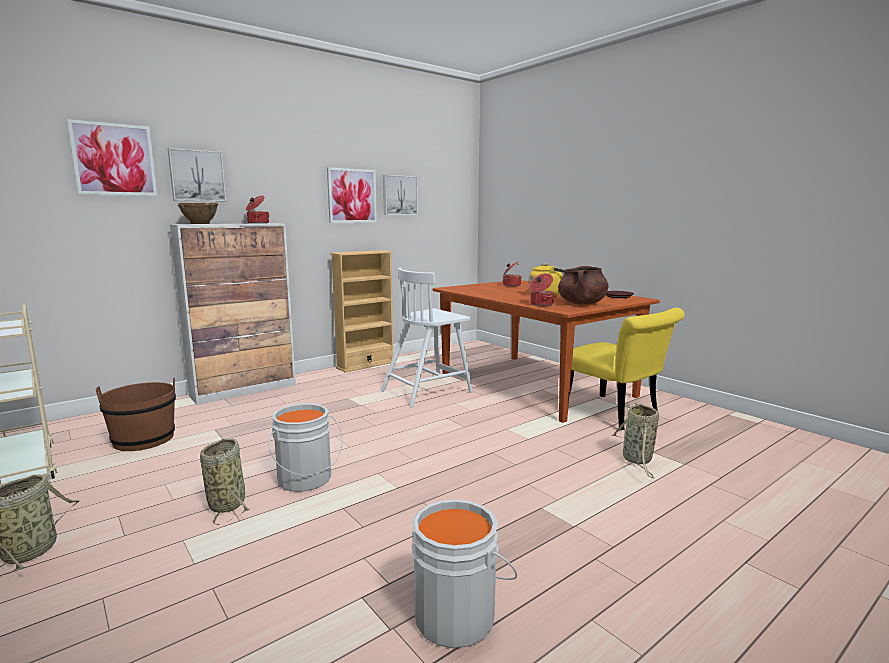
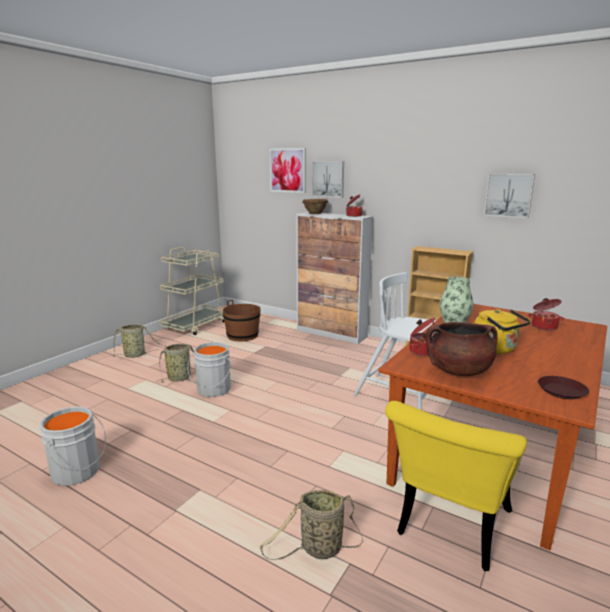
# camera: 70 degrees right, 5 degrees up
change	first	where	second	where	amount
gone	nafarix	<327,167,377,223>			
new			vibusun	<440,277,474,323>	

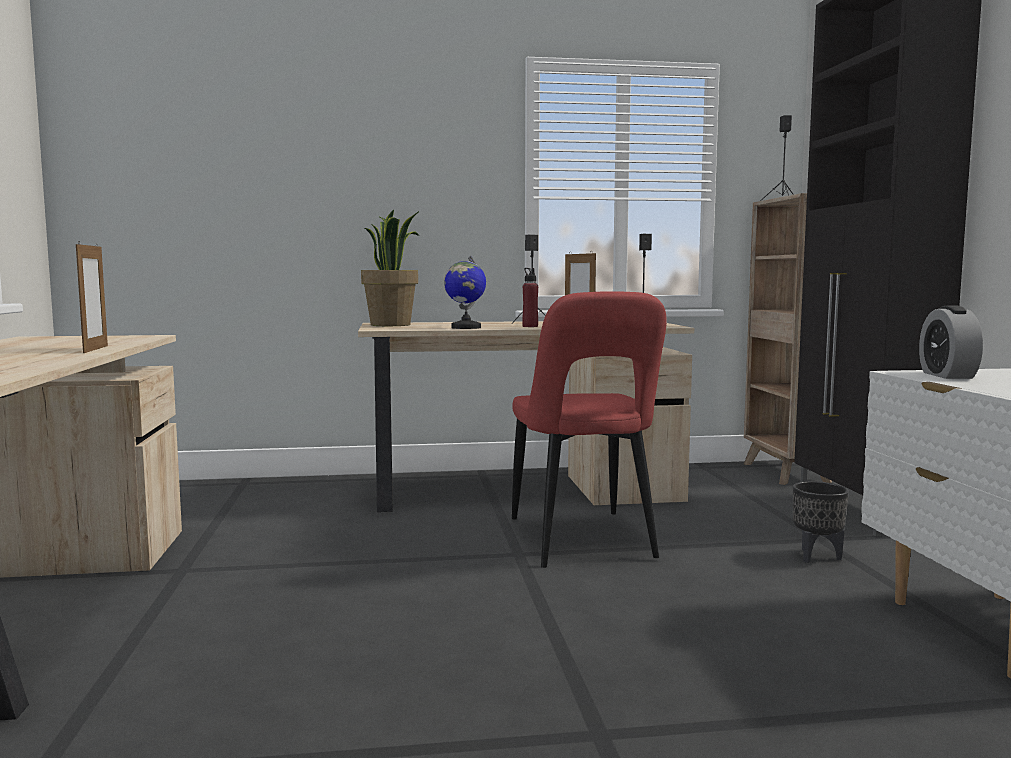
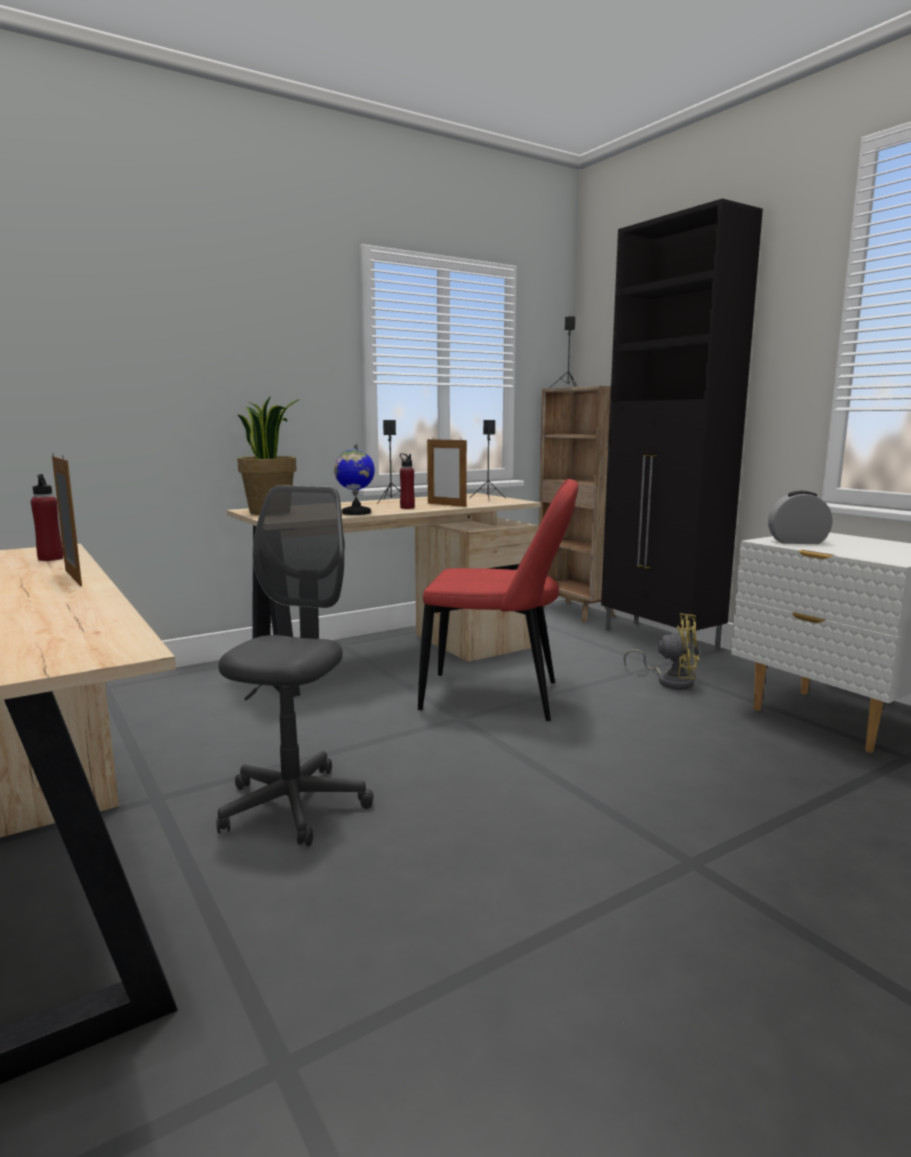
# camera: 25 degrees left, 5 degrees up
change	first	where	second	where	amount
rotated	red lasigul	<512,291,667,568>		<418,479,578,721>	45 degrees counterclockwise
rotated	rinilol	<919,306,983,379>		<768,491,833,544>	120 degrees clockwise
swapped	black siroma	<793,481,849,563>	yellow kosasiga	<623,613,699,690>	
new			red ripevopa	<31,474,64,561>	
new			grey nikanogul	<216,485,374,846>	

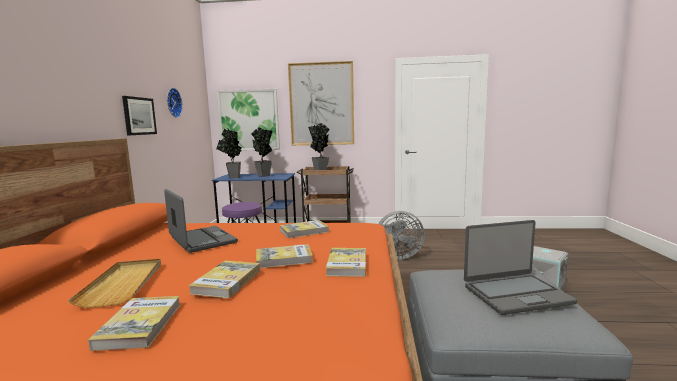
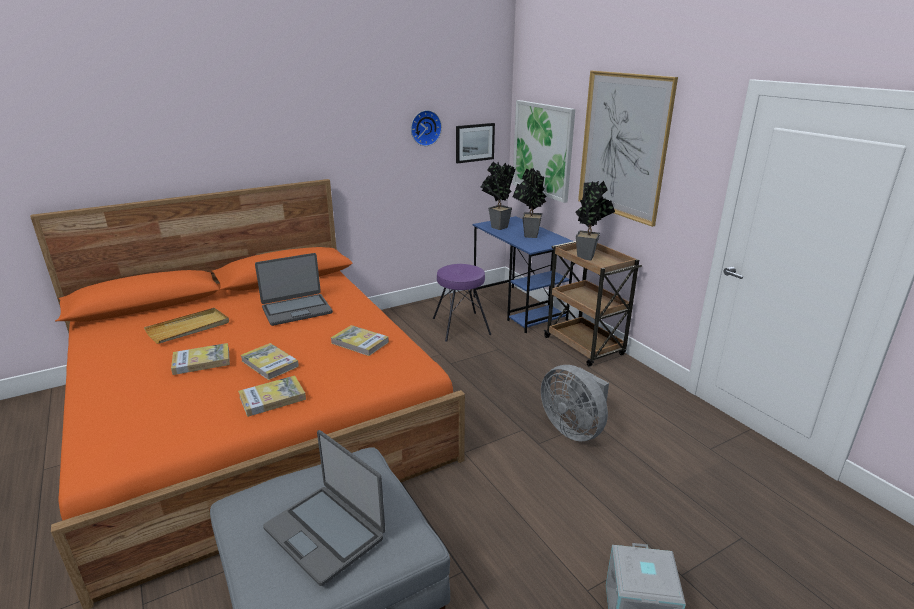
# camera: 55 degrees right, 15 degrees up
change	first	where	second	where	amount
shifted	nafarix	<122,96,157,136>		<456,123,495,164>	
rotated	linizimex	<164,189,238,253>		<255,253,333,326>	45 degrees clockwise
gone	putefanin	<88,296,180,351>			

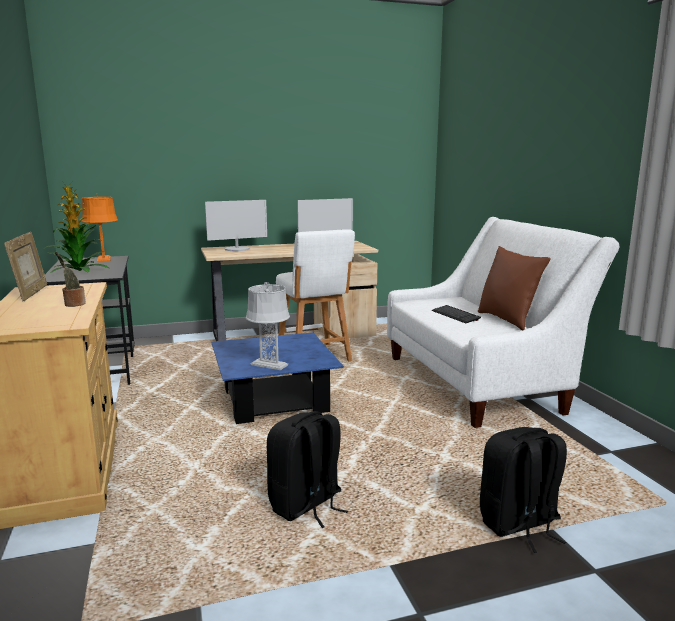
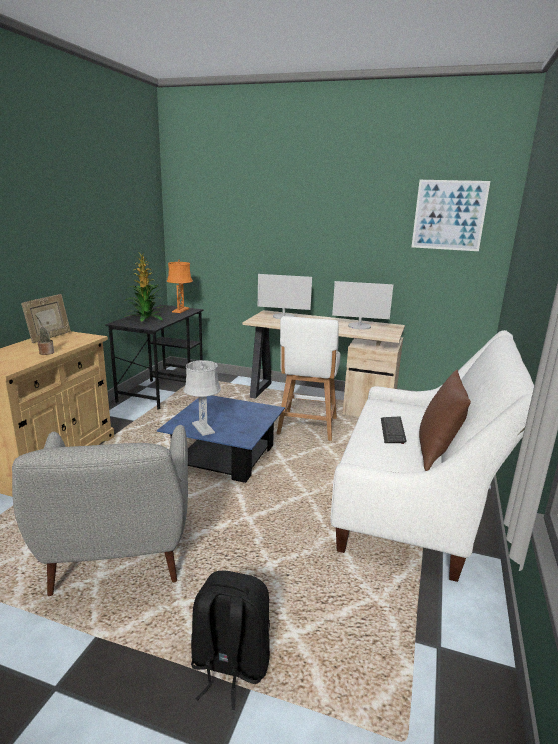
# camera: 35 degrees right, 5 degrees up
change	first	where	second	where	amount
swapped	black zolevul	<267,411,348,528>	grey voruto	<12,425,188,596>	
new			nafarix	<412,180,490,251>	

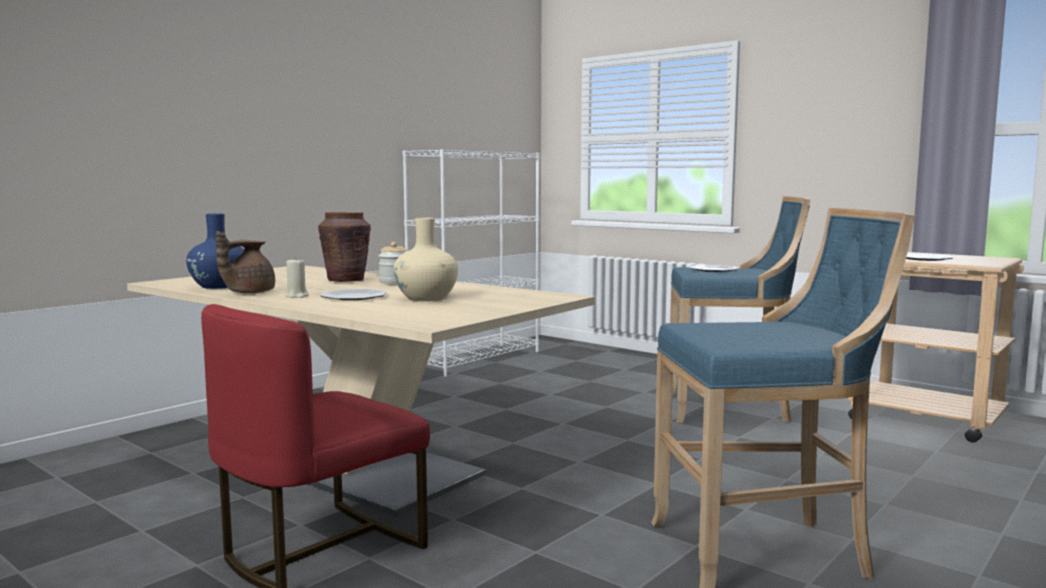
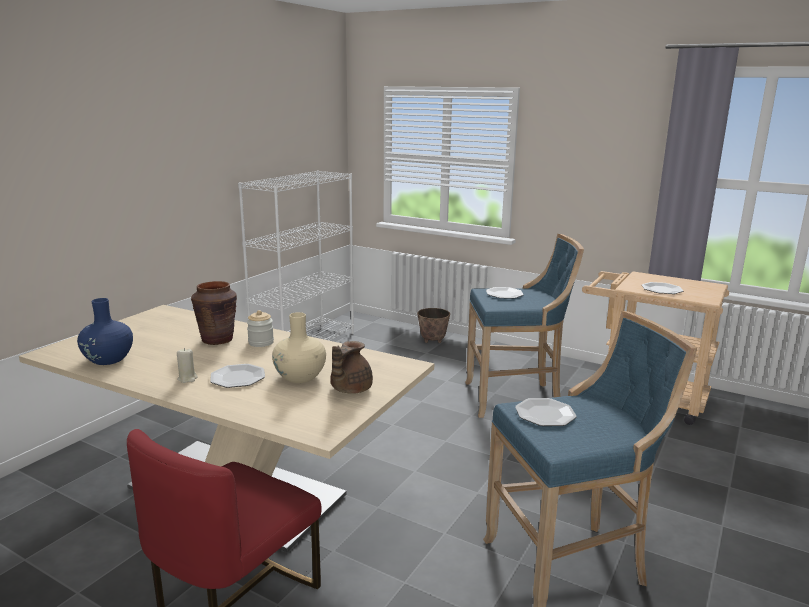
# camera: 10 degrees left, 10 degrees up
change	first	where	second	where	amount
shifted	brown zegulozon	<216,231,275,293>		<330,341,373,394>	
new			siroma	<417,308,450,343>	
new			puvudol	<515,398,577,426>	

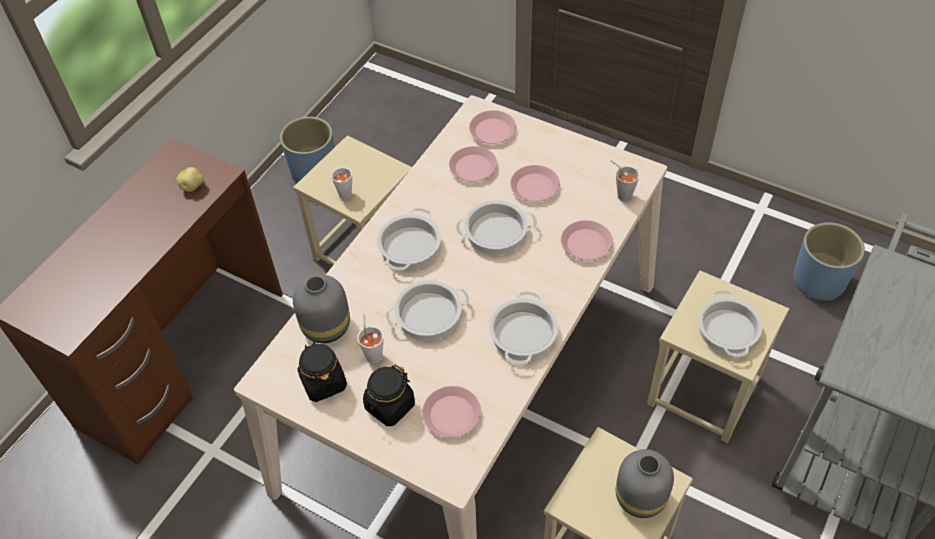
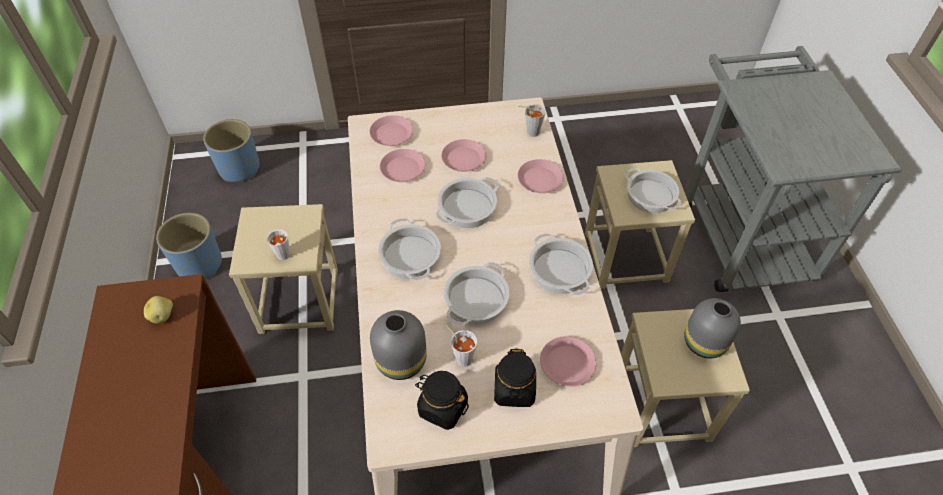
# camera: 40 degrees left, 0 degrees up
change	first	where	second	where	amount
shifted	blue siroma	<793,222,865,301>		<203,119,260,182>	

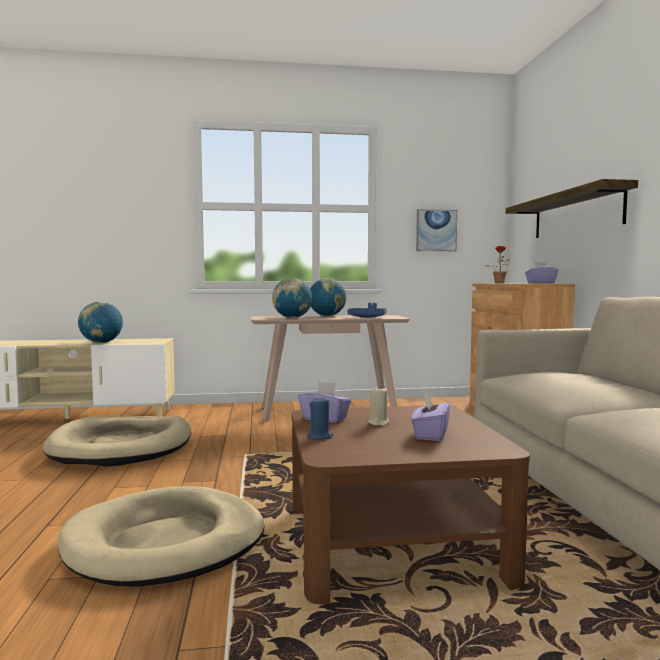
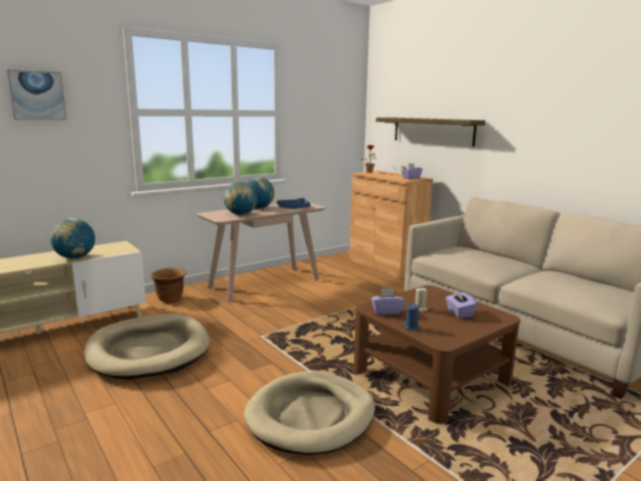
# camera: 30 degrees left, 10 degrees up
change	first	where	second	where	amount
shifted	nafarix	<416,209,457,251>		<7,70,67,120>	
new			brown siroma	<151,268,187,303>	

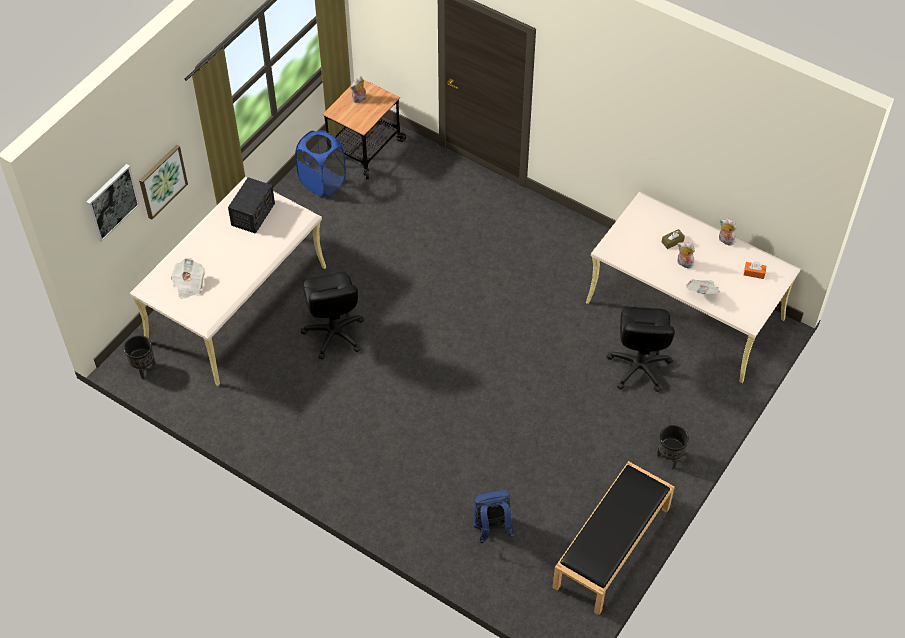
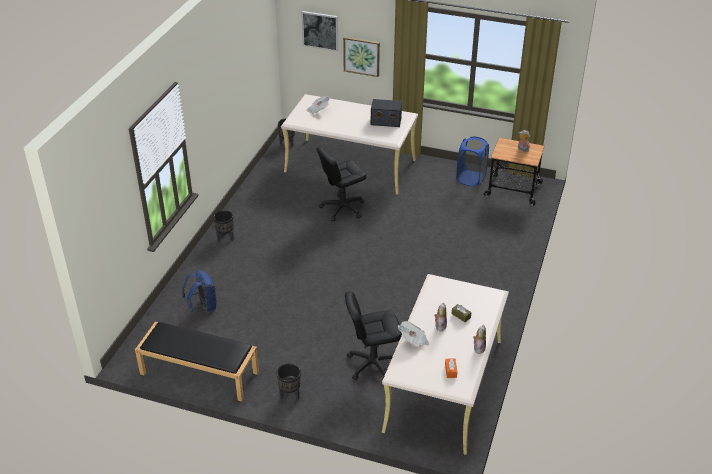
# camera: 75 degrees right, 15 degrees down
change	first	where	second	where	amount
new			black siroma	<213,210,234,242>	

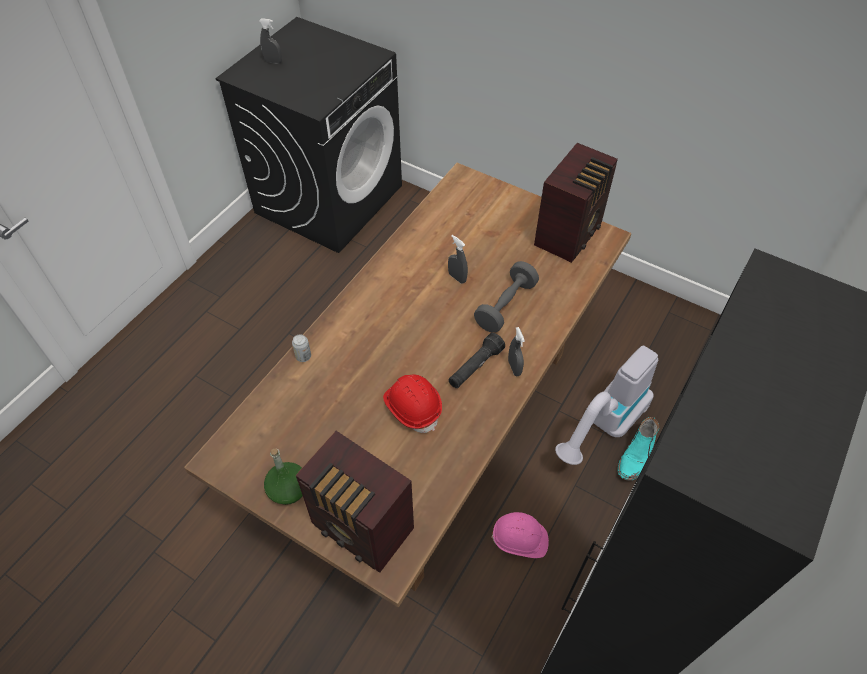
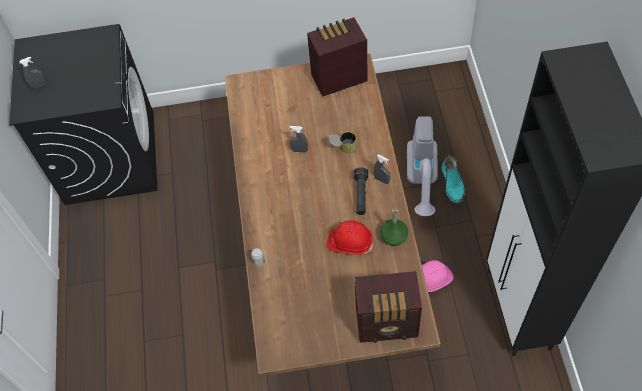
# camera: 35 degrees left, 5 degrees up
change	first	where	second	where	amount
rotated	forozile	<534,143,618,263>		<307,17,368,97>	105 degrees counterclockwise
swapped	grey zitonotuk	<474,261,539,333>	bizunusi	<328,131,357,153>	
shifted	green ripevopa	<264,448,303,505>		<380,208,408,246>	

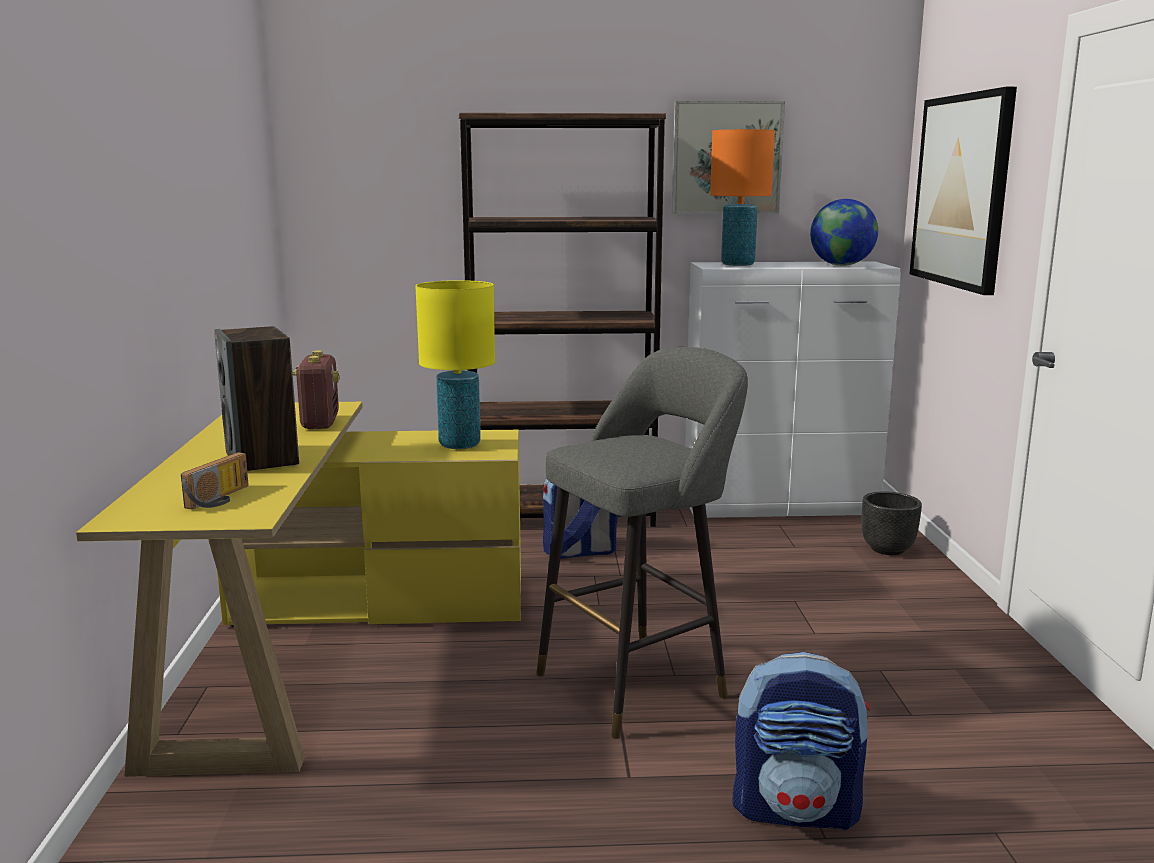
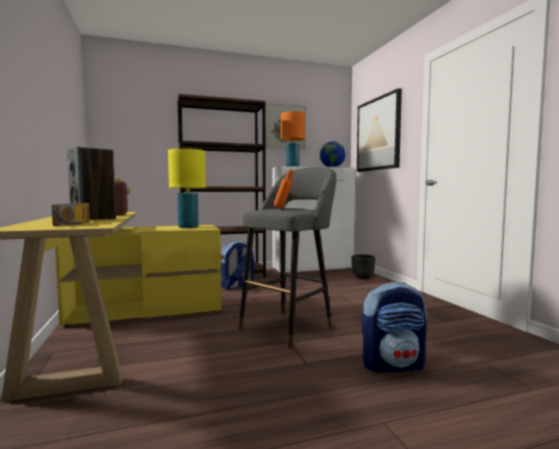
# camera: 15 degrees left, 10 degrees down
change	first	where	second	where	amount
new			orange ripevopa	<274,169,293,209>	

